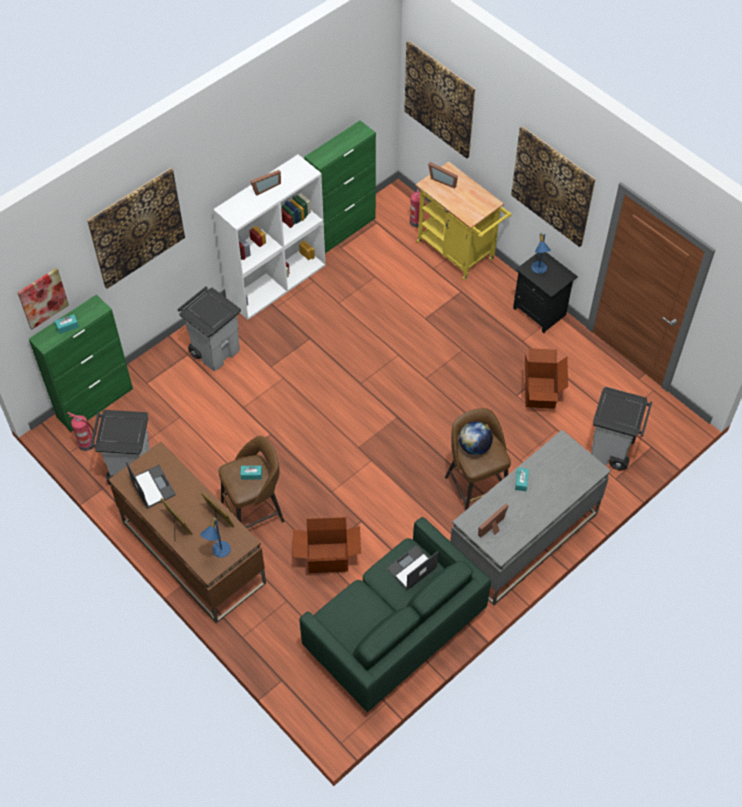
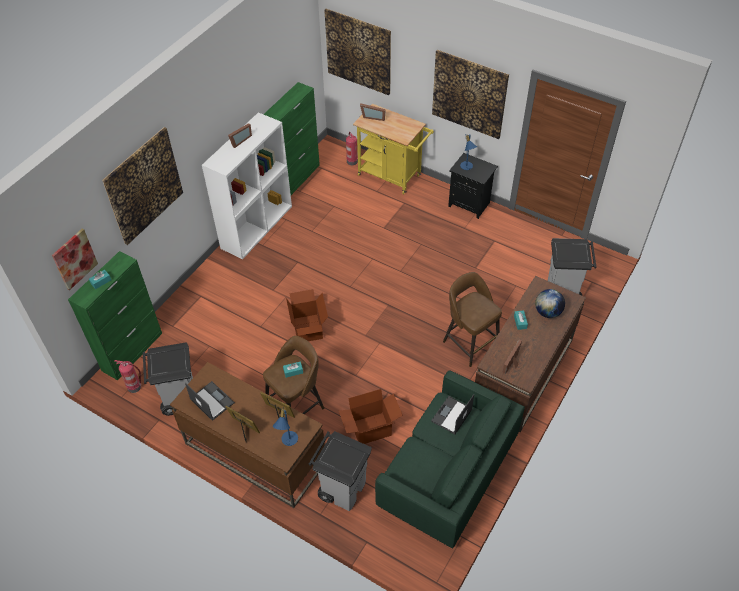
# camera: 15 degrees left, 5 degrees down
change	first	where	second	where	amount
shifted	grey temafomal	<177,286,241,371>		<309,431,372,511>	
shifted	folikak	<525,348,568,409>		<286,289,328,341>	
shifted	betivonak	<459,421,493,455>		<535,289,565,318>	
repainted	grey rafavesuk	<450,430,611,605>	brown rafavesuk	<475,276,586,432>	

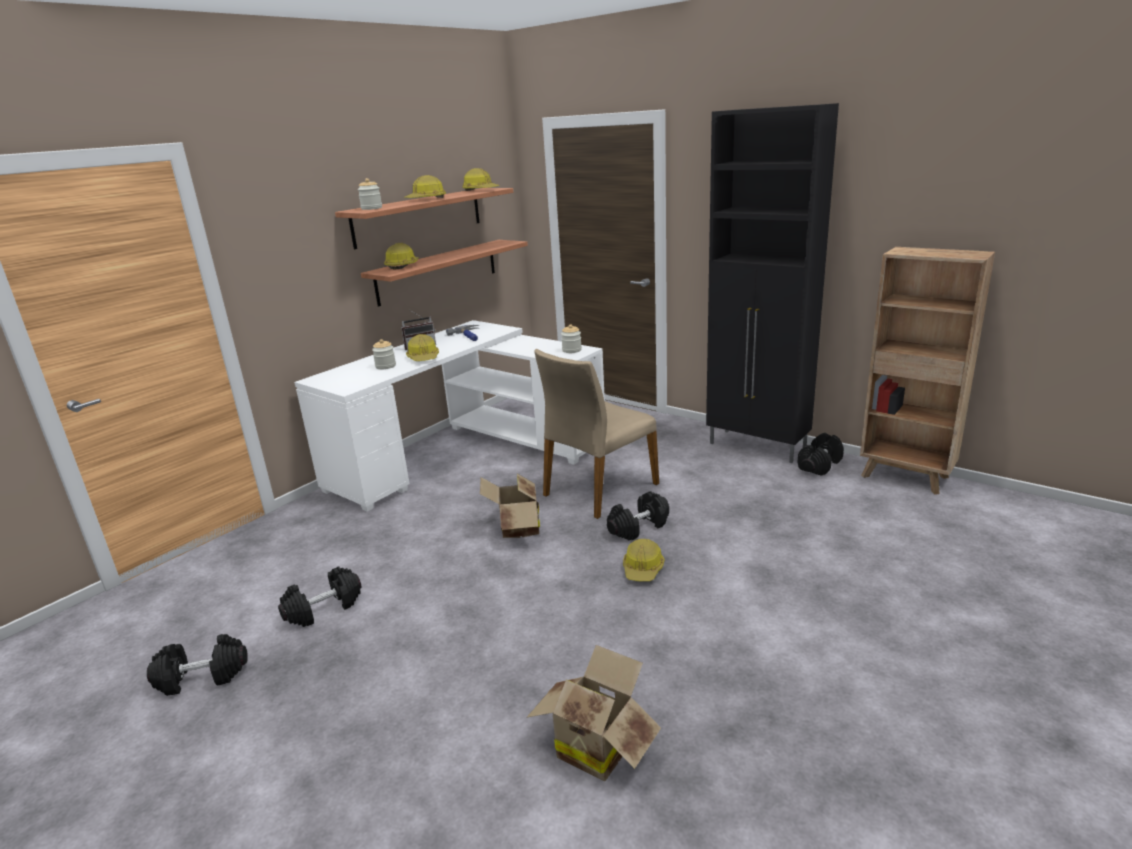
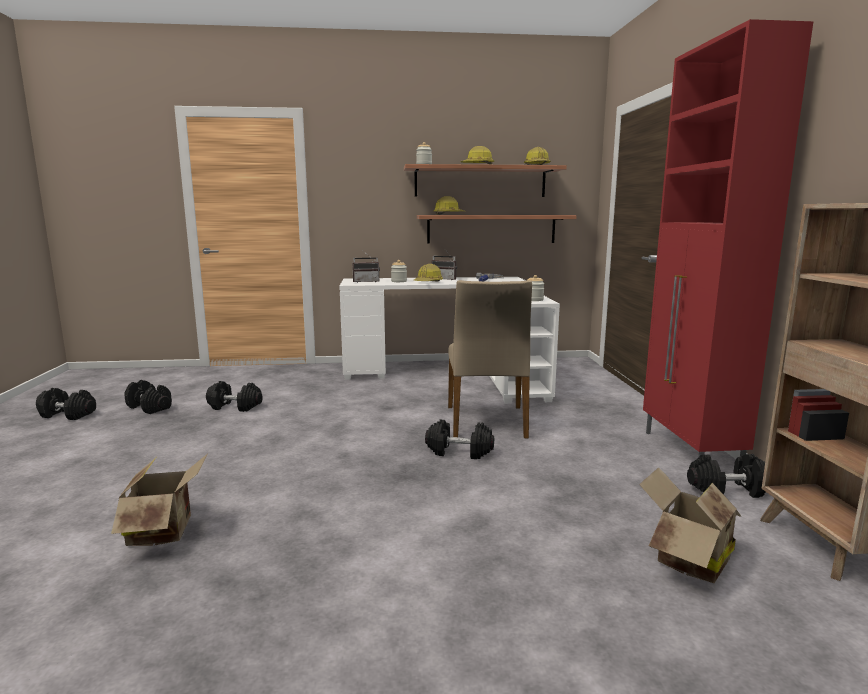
# camera: 45 degrees right, 10 degrees down
change	first	where	second	where	amount
repainted	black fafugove	<706,103,839,463>	red fafugove	<643,19,814,457>	
rotated	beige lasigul	<534,349,659,519>		<448,280,532,438>	90 degrees counterclockwise
shifted	folikak	<480,473,540,538>		<639,467,741,583>	
gone	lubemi	<623,539,665,581>			
new			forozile	<352,251,380,283>	
new			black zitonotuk	<36,388,96,420>	

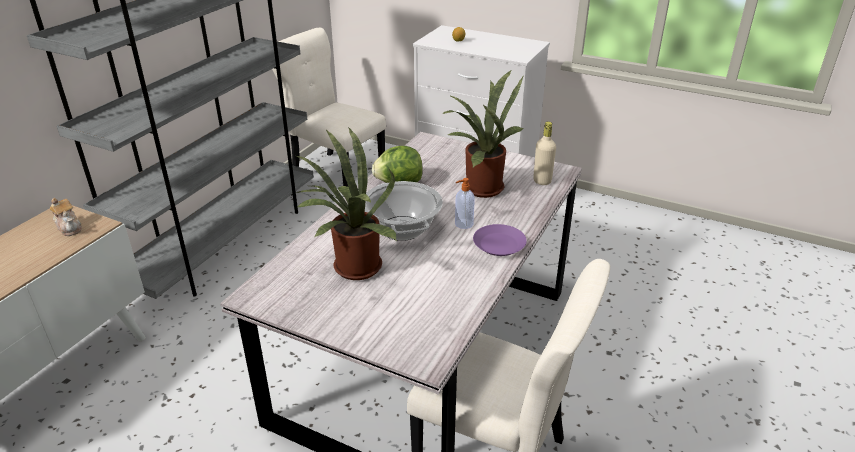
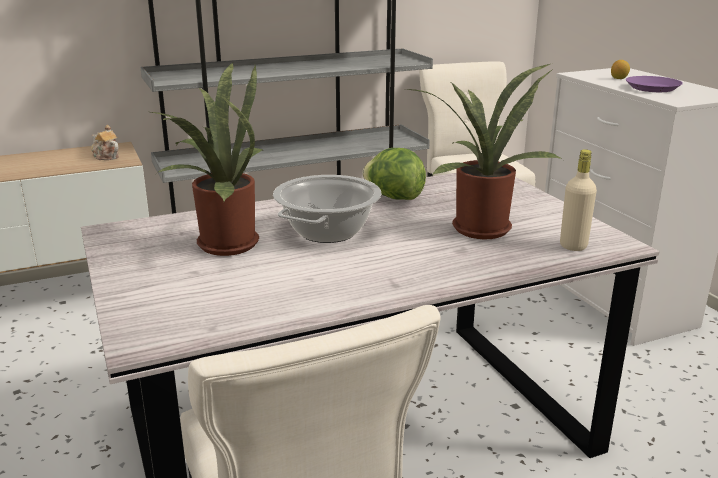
# camera: 40 degrees right, 10 degrees down
change	first	where	second	where	amount
gone	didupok	<455,178,475,229>			
rotated	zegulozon	<49,198,82,236>		<91,125,119,160>	135 degrees clockwise
shifted	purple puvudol	<473,224,527,256>		<626,76,683,92>	

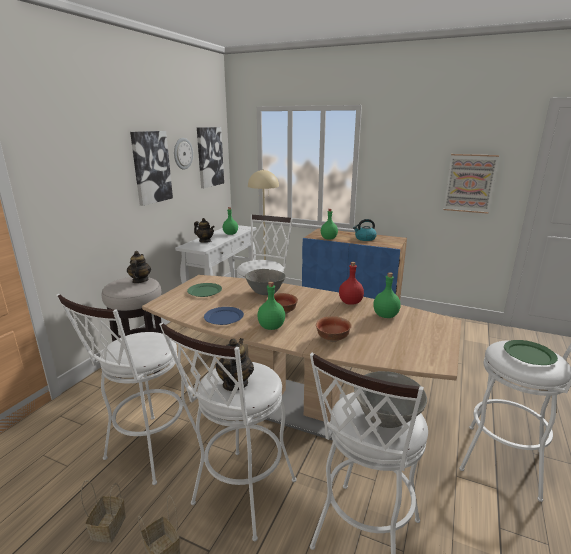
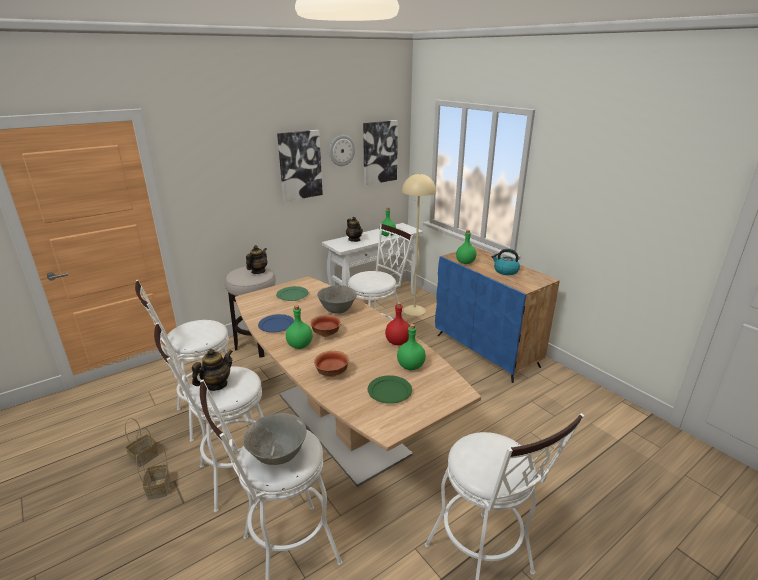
# camera: 30 degrees right, 5 degrees up
change	first	where	second	where	amount
gone	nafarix	<443,154,499,214>			
shifted	green puvudol	<504,340,558,365>		<368,375,412,404>	

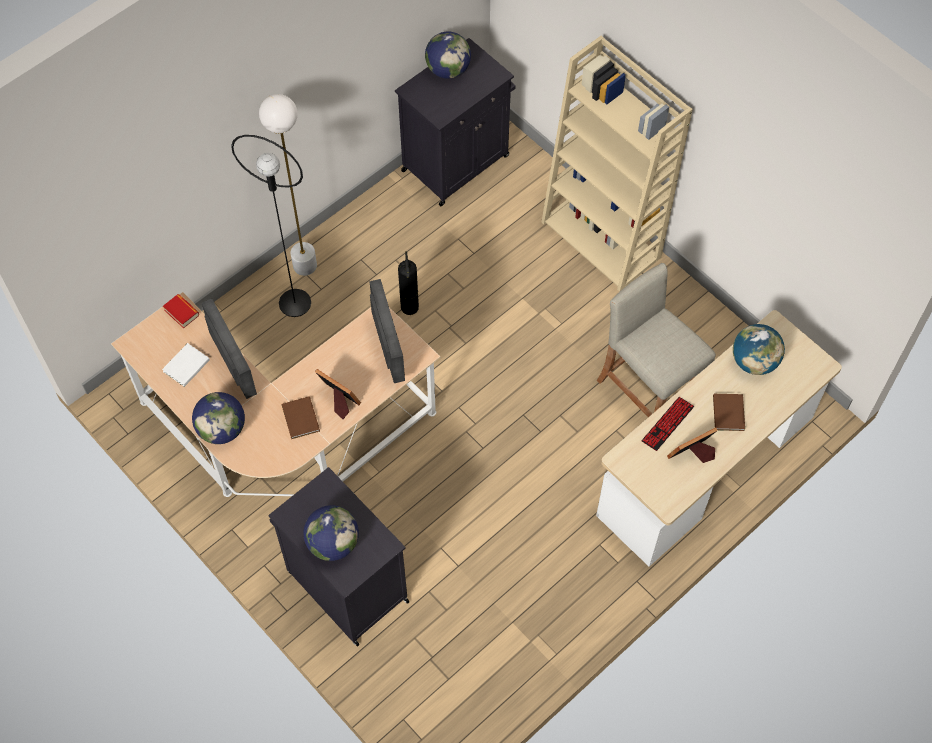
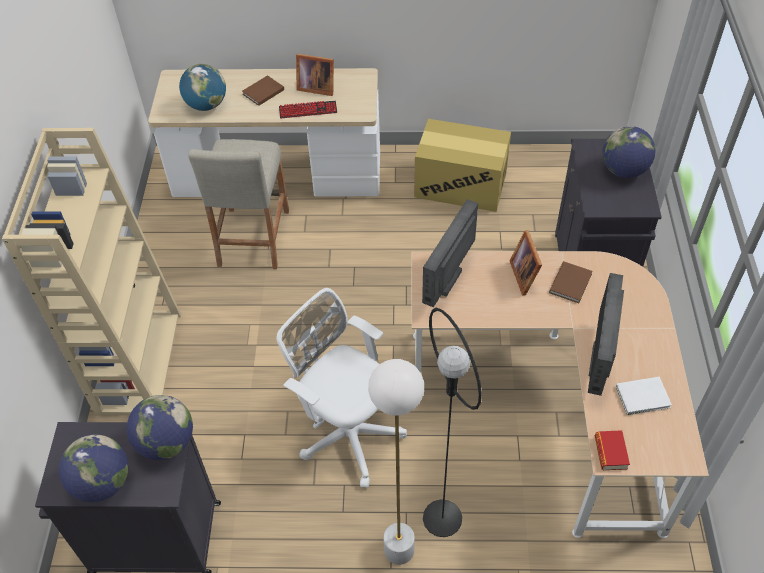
# camera: 135 degrees left, 10 degrees down
change	first	where	second	where	amount
swapped	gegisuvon	<398,251,419,315>	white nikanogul	<277,288,407,488>	
shifted	betivonak	<192,392,245,444>		<127,395,193,460>	
new			folikak	<415,119,511,212>	

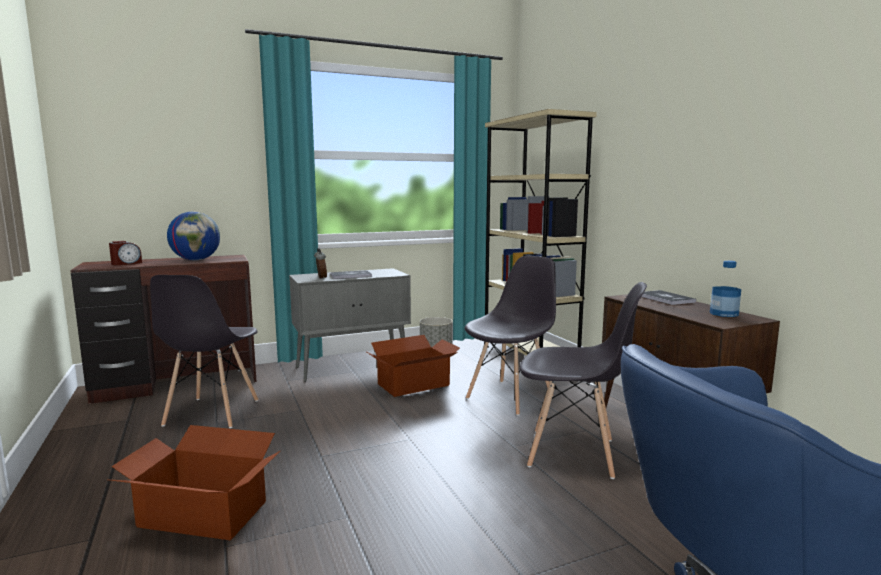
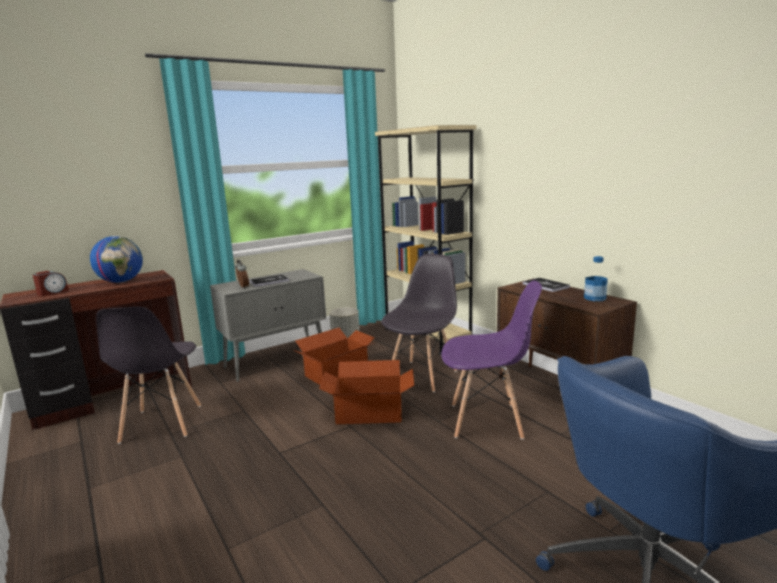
# camera: 10 degrees left, 5 degrees up
change	first	where	second	where	amount
repainted	grey lasigul	<520,282,647,479>	purple lasigul	<441,280,542,440>	
shifted	folikak	<110,425,280,540>		<319,360,414,424>	

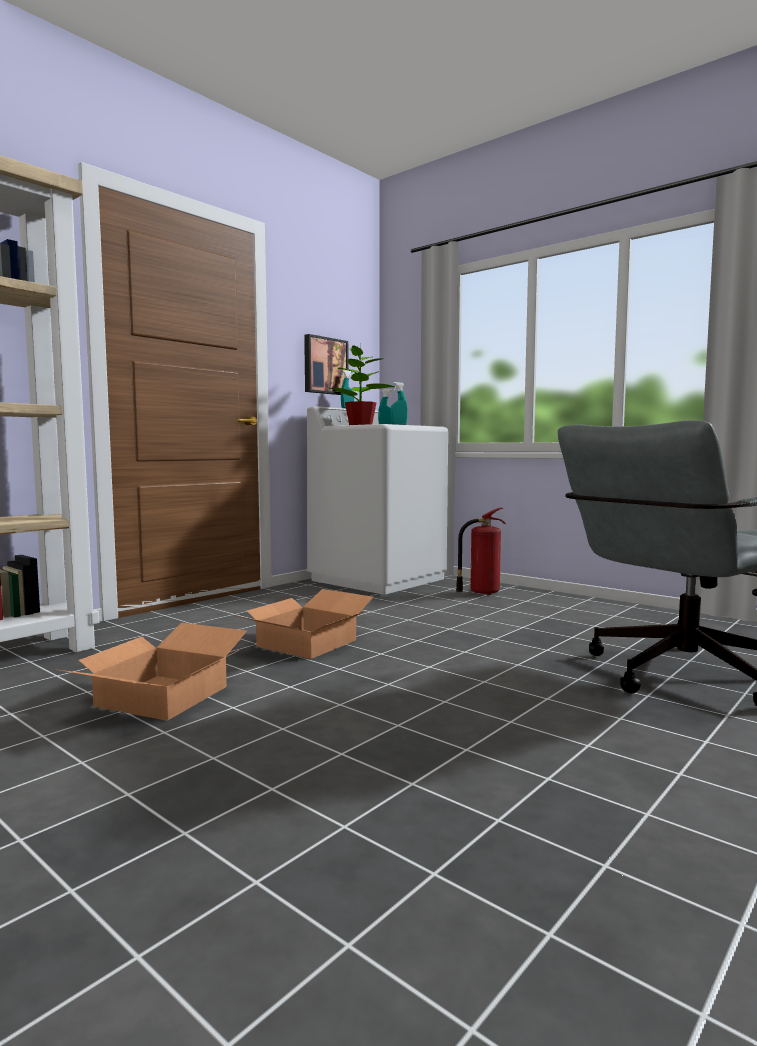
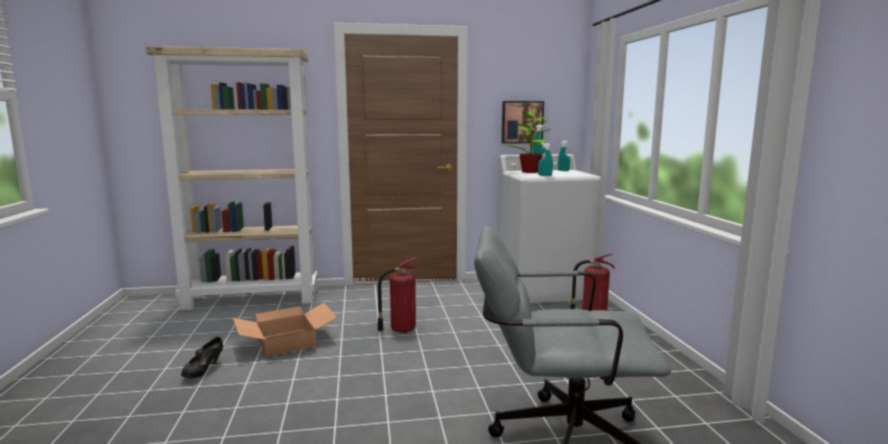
# camera: 40 degrees right, 5 degrees up
change	first	where	second	where	amount
swapped	folikak	<233,589,373,659>	gegisuvon	<378,257,420,333>	
new			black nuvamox	<181,337,223,378>	

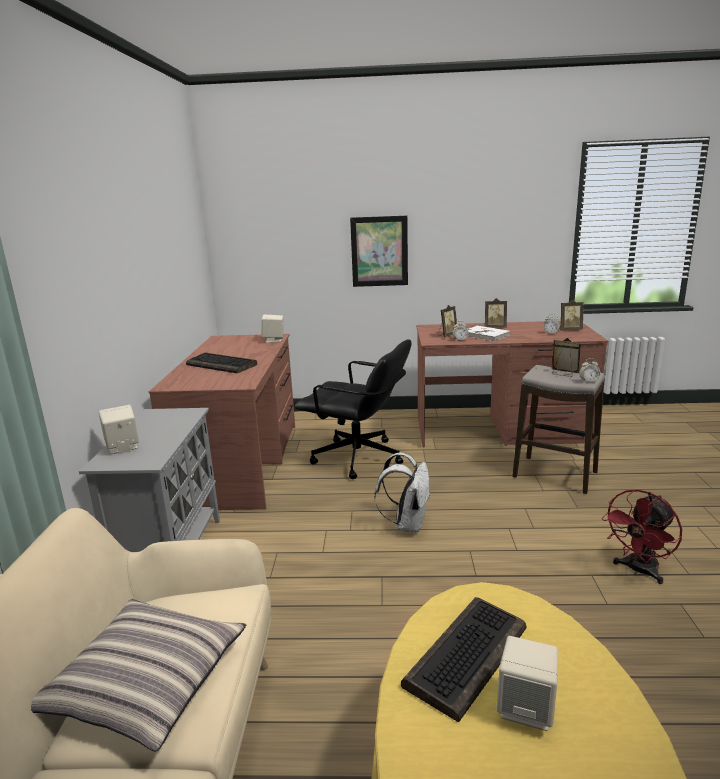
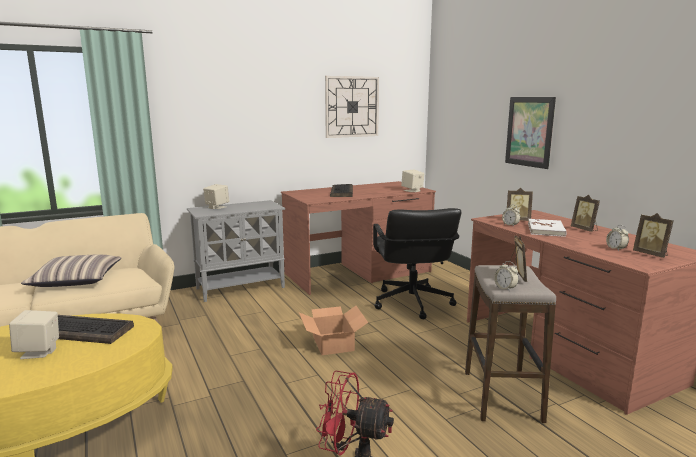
# camera: 60 degrees right, 5 degrees down
change	first	where	second	where	amount
swapped	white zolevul	<375,453,431,533>	folikak	<299,306,368,355>	
new			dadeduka	<325,76,379,138>	

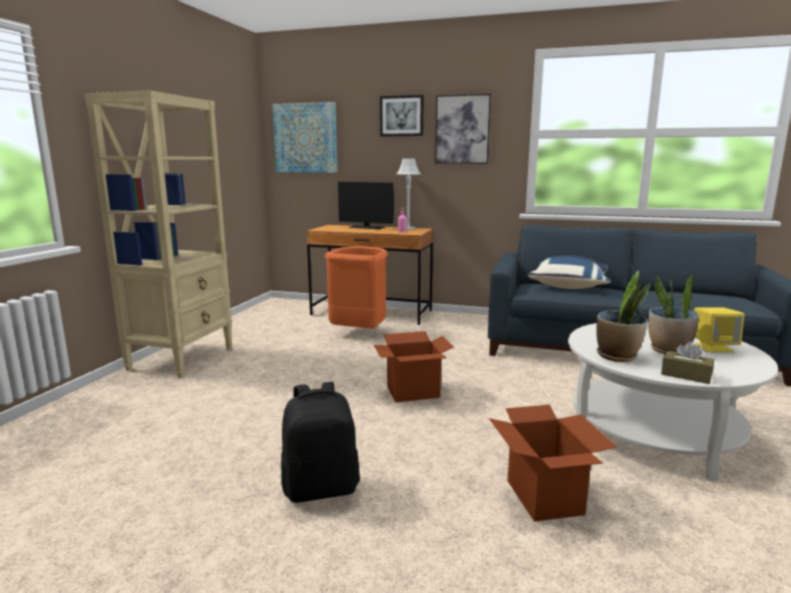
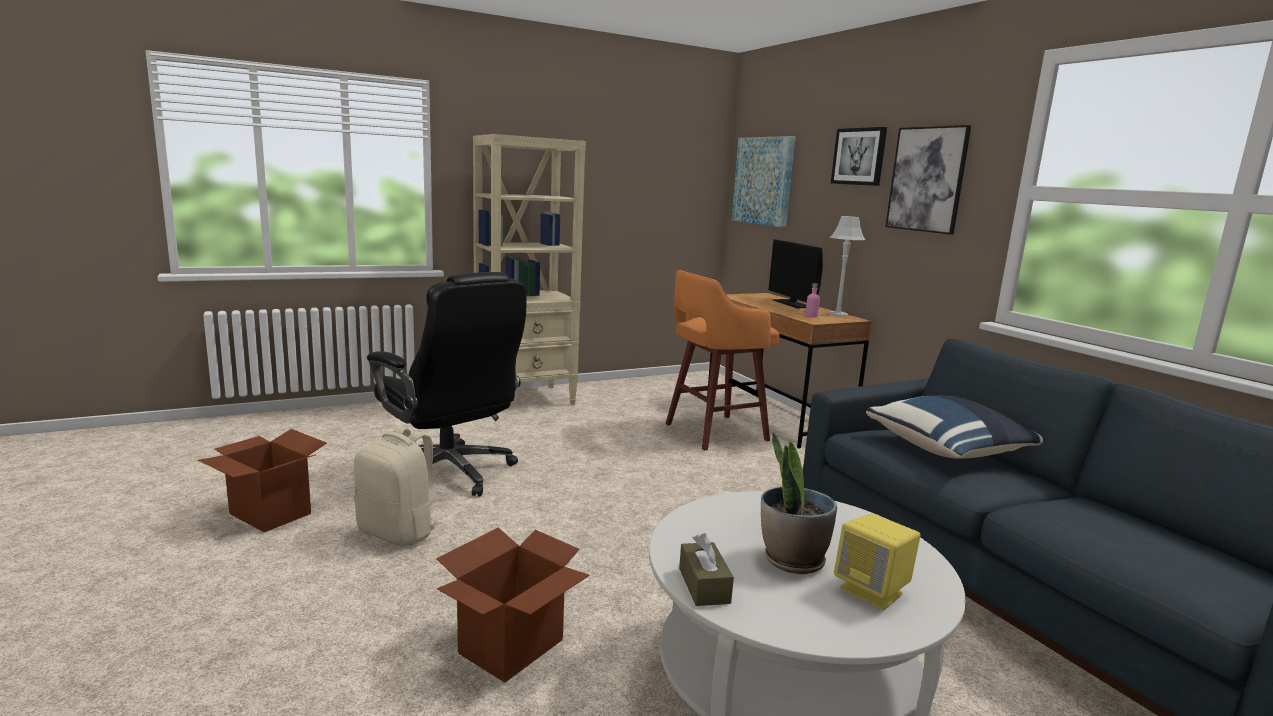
# camera: 45 degrees right, 0 degrees up
change	first	where	second	where	amount
swapped	orange temafomal	<325,247,388,328>	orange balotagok	<666,270,780,451>	
gone	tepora	<596,271,650,362>			
shifted	folikak	<374,331,454,402>		<198,429,327,532>	
repainted	black zolevul	<281,382,360,503>	beige zolevul	<354,426,443,547>	
new			black nikanogul	<367,272,527,496>	

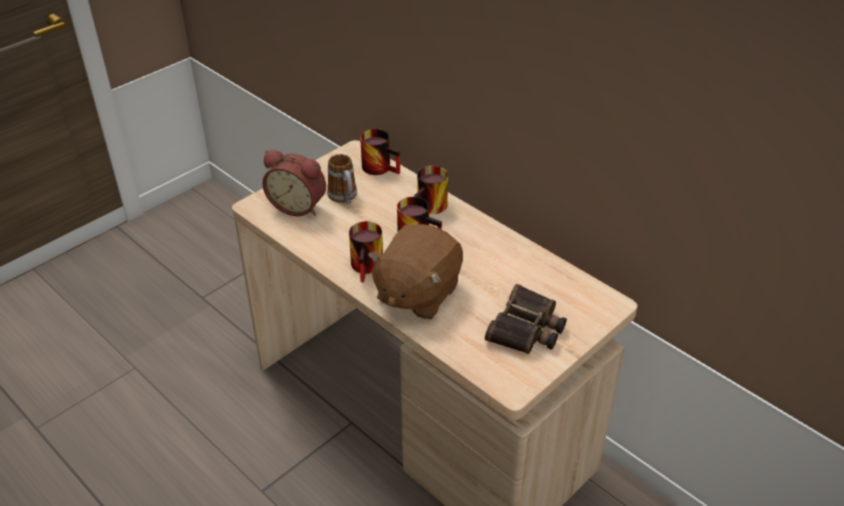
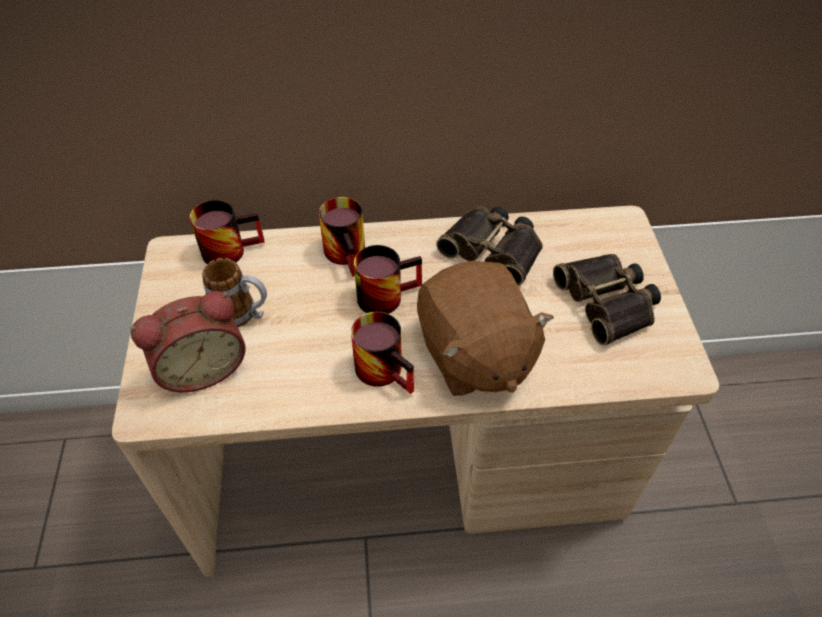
# camera: 50 degrees left, 10 degrees up
change	first	where	second	where	amount
new			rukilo	<436,206,543,286>	

